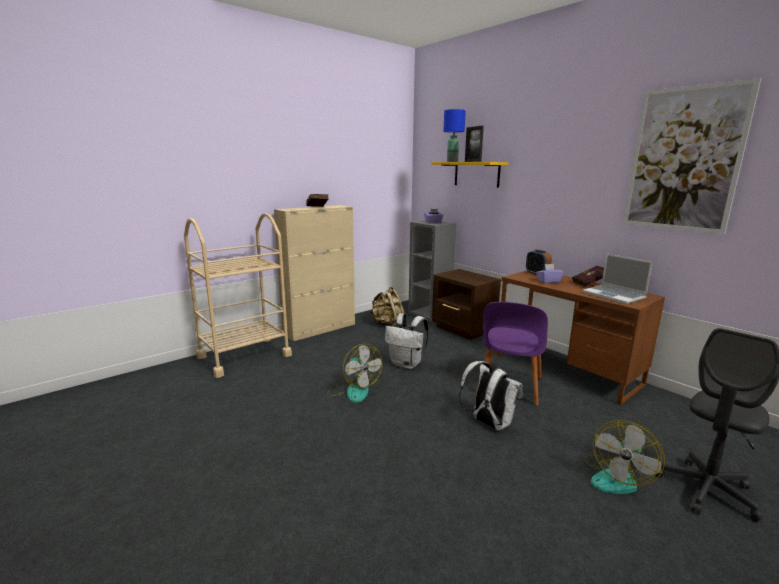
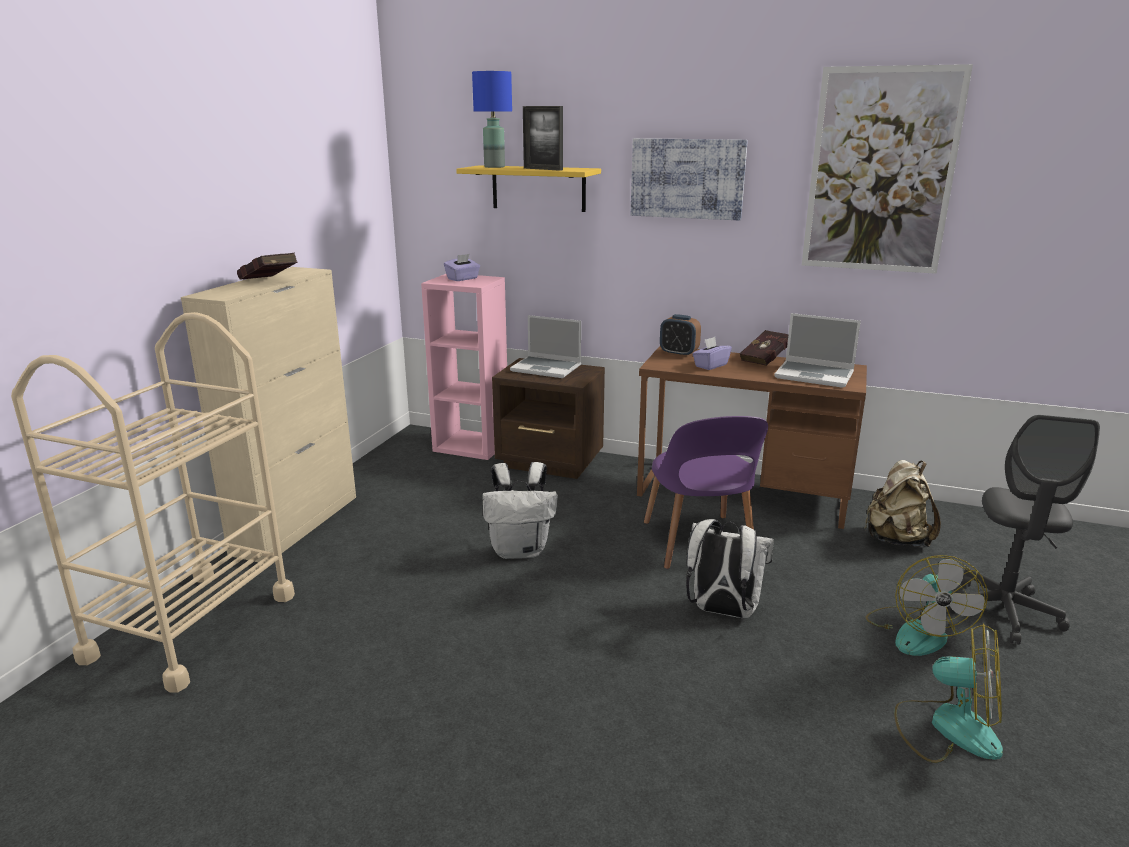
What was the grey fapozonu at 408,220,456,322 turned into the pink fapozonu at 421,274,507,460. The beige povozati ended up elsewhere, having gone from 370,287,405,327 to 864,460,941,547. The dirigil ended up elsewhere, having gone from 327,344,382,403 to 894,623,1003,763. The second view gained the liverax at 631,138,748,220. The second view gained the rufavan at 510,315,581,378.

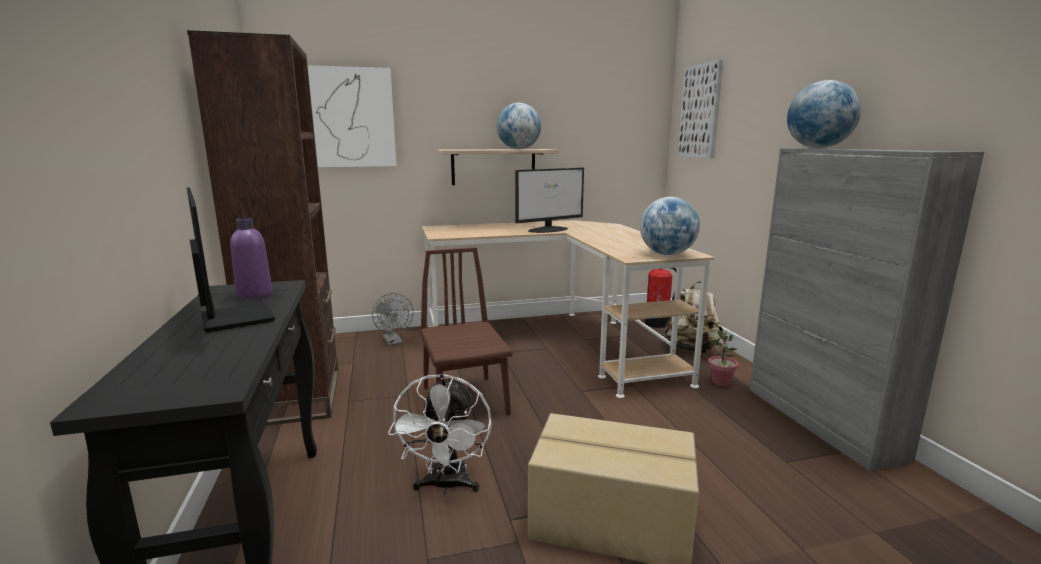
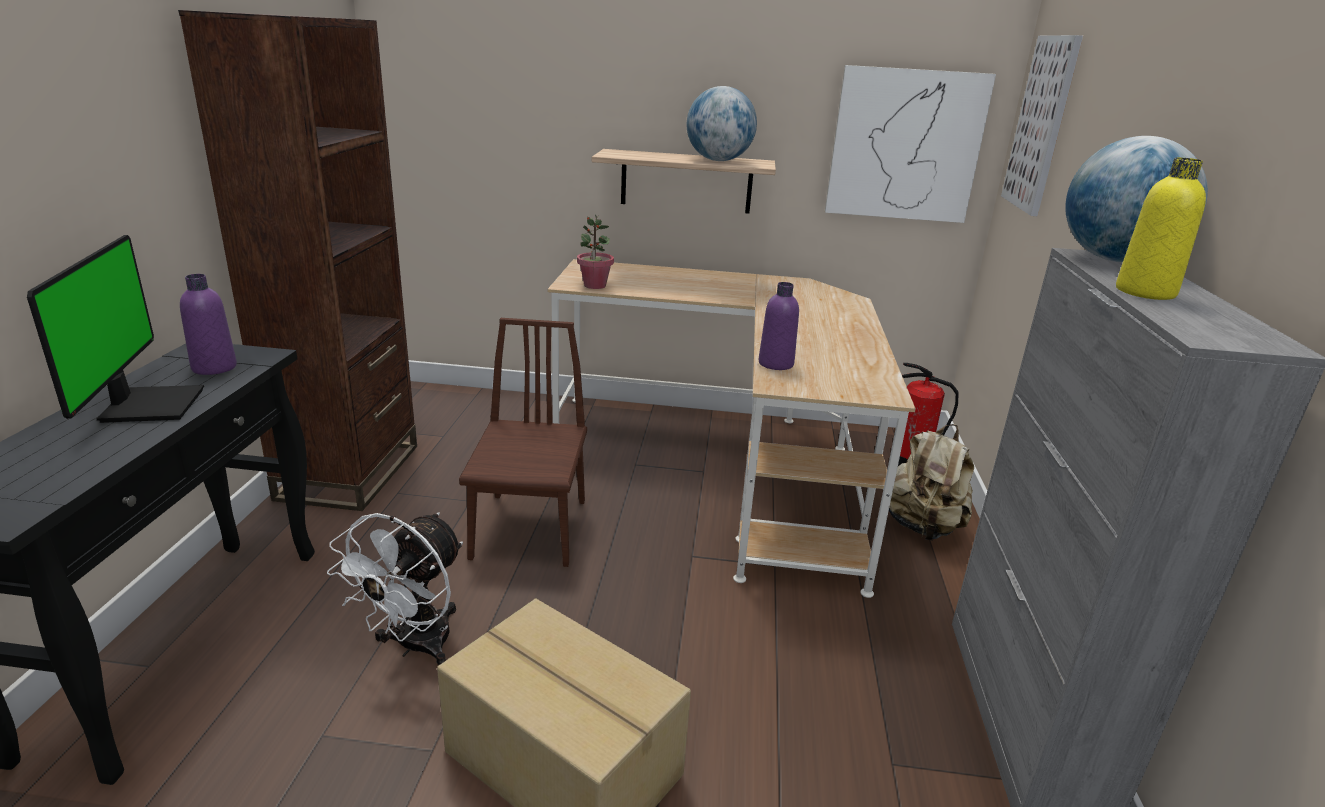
The liverax ended up elsewhere, having gone from 308,65,397,167 to 825,65,996,223. The second view lost the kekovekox at 515,168,584,233. The second view lost the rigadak at 640,197,700,255. The second view lost the grey dirigil at 372,293,413,346. The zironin ended up elsewhere, having gone from 708,330,738,386 to 577,214,614,289. The second view gained the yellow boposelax at 1116,157,1206,300. The second view gained the purple boposelax at 759,282,799,370.

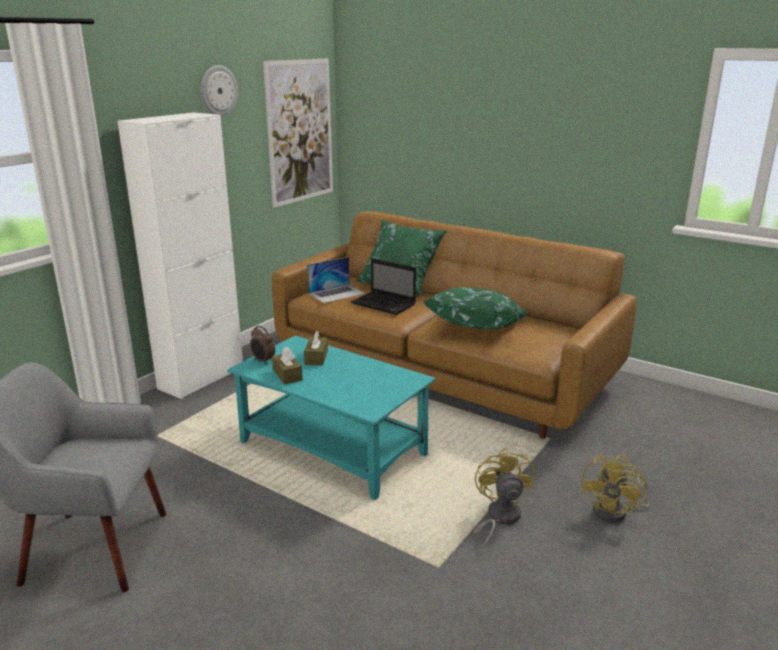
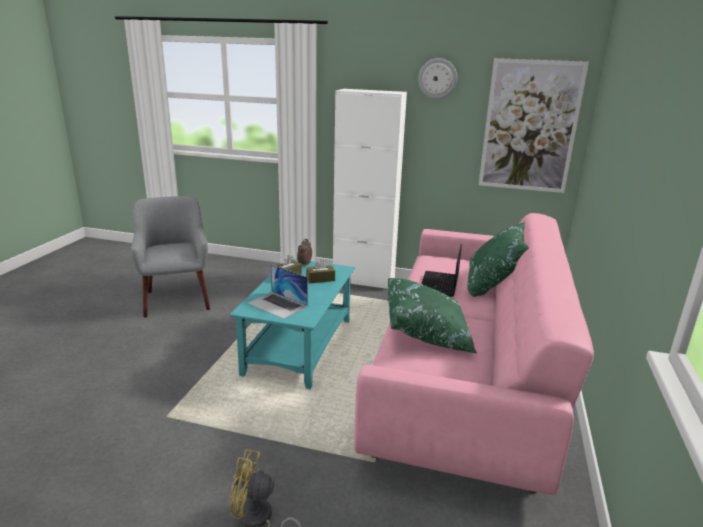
What was the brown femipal at 272,211,637,439 turned into the pink femipal at 354,213,594,495. The rufavan ended up elsewhere, having gone from 307,257,366,303 to 248,264,308,319. The second view lost the yellow dirigil at 474,448,535,550.

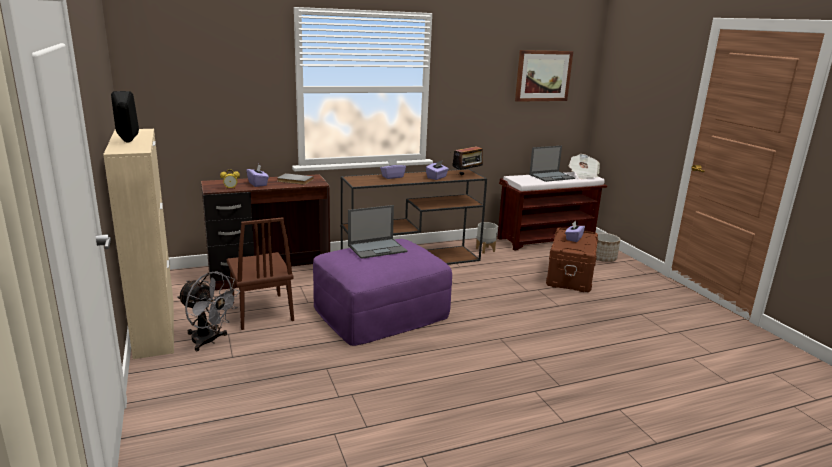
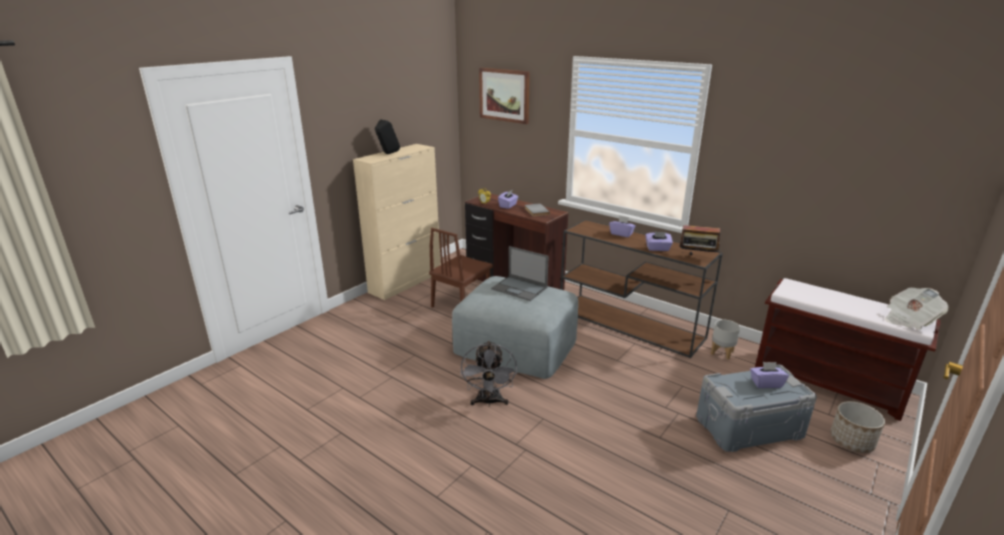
The liverax ended up elsewhere, having gone from 515,50,573,102 to 479,68,530,124. The second view lost the rufavan at 529,146,575,182. What was the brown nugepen at 546,228,598,292 turned into the grey nugepen at 696,364,817,452. What was the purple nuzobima at 313,239,452,346 turned into the grey nuzobima at 452,276,578,379. The grey dirigil ended up elsewhere, having gone from 178,271,240,351 to 461,341,517,407.

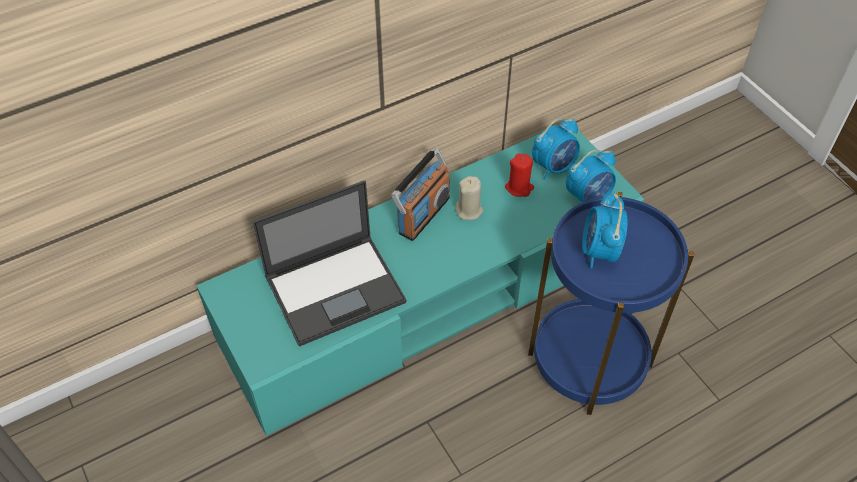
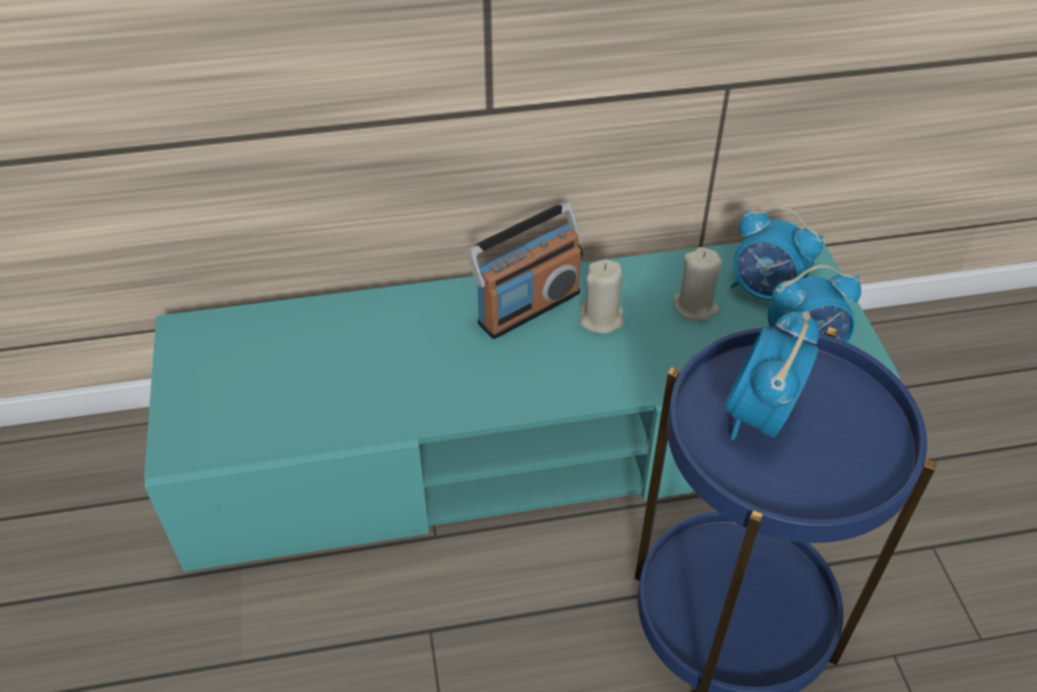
The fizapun at 532,118,580,180 ended up facing another way, 45 degrees clockwise from before. What was the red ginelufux at 505,154,534,197 turned into the beige ginelufux at 673,247,722,322. The second view lost the rufavan at 253,180,407,347.

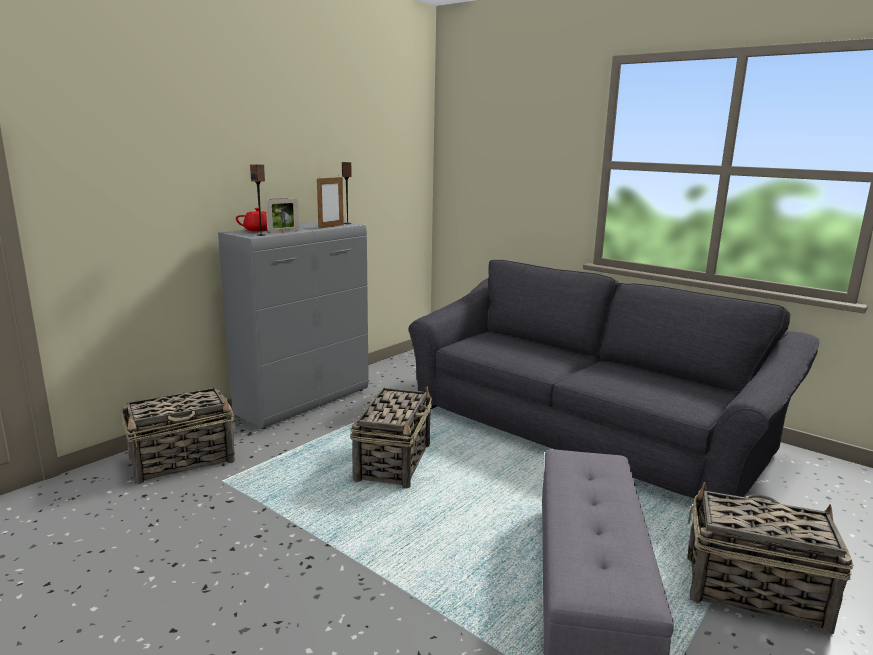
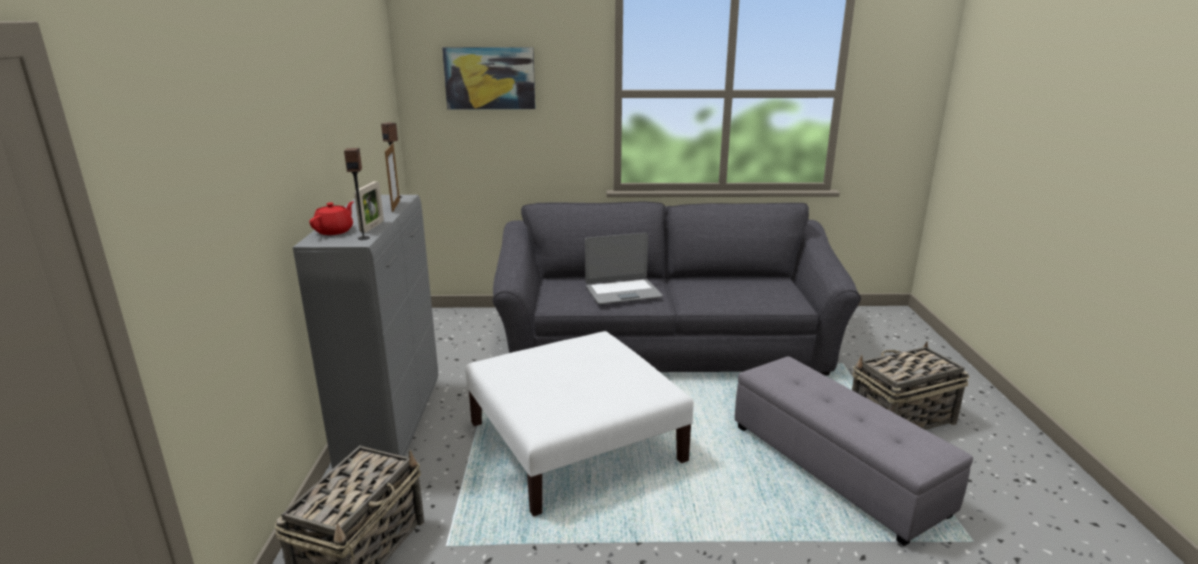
Where the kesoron stood at 350,386,432,488, the white nuzobima came to stand at 465,331,694,517. The second view gained the liverax at 442,47,535,109. The second view gained the rufavan at 585,233,663,304.

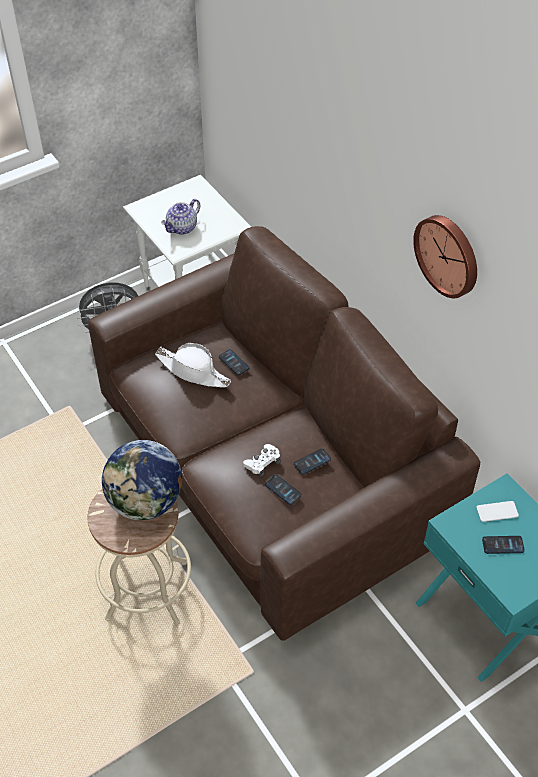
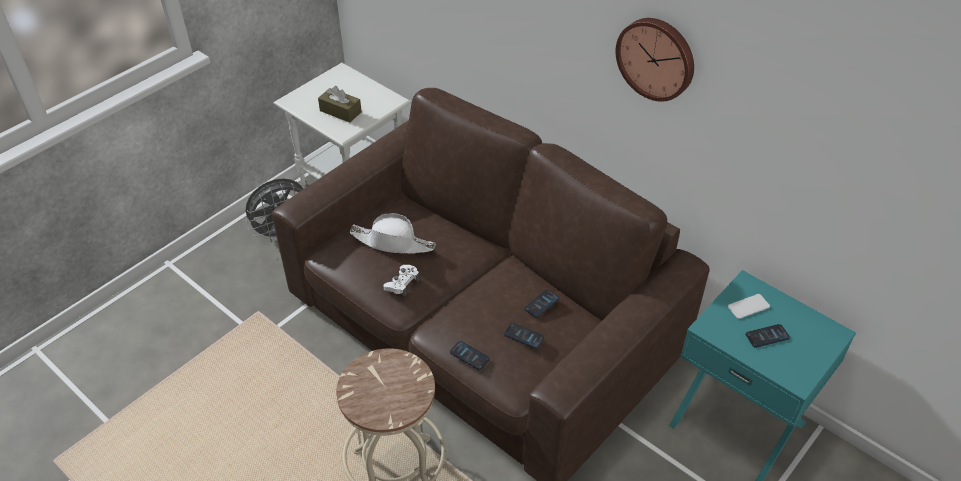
Where the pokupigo stood at 161,199,200,235, the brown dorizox came to stand at 318,86,362,123. The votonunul ended up elsewhere, having gone from 219,349,250,375 to 450,341,490,370. The second view lost the rigadak at 102,440,182,520. The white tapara ended up elsewhere, having gone from 243,444,280,477 to 383,265,420,297.

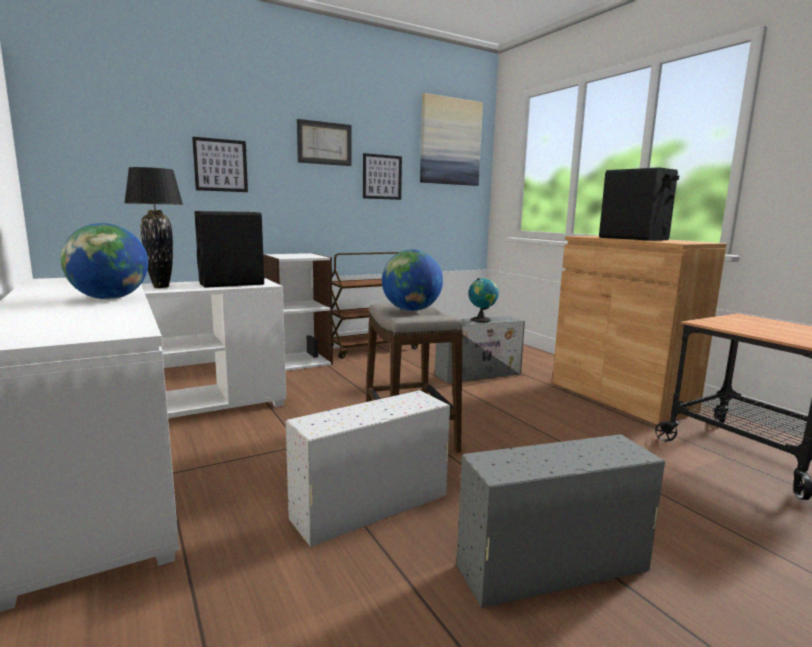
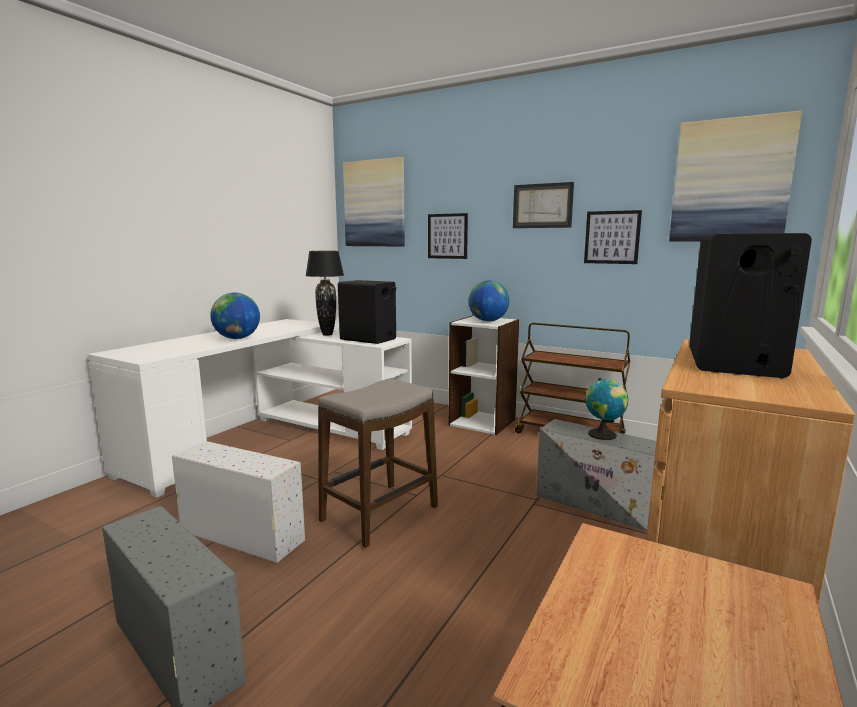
The rigadak ended up elsewhere, having gone from 382,249,443,311 to 469,280,509,322. The second view gained the liverax at 343,157,405,246.

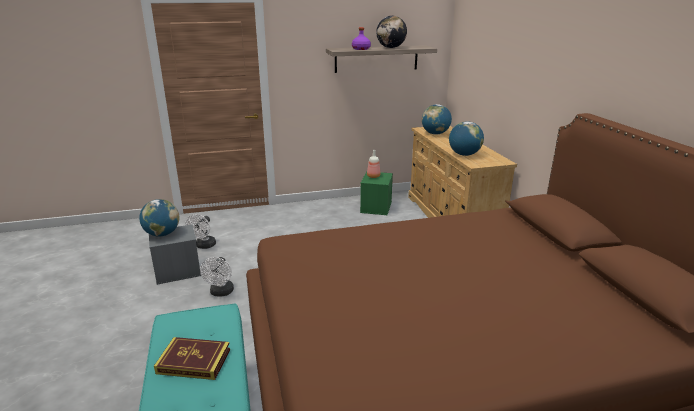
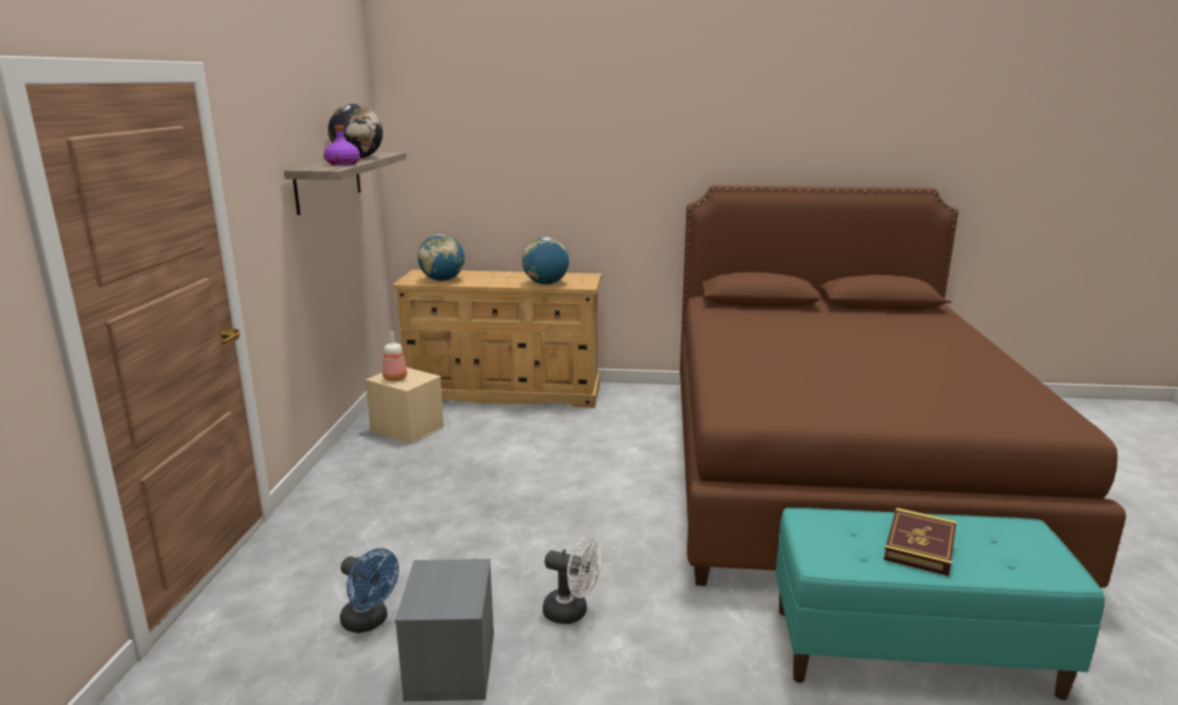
What was the green nugepen at 360,171,393,215 turned into the beige nugepen at 365,367,444,444. The second view lost the rigadak at 139,199,180,237. What was the white dirigil at 185,214,216,249 turned into the blue dirigil at 340,548,399,633.

